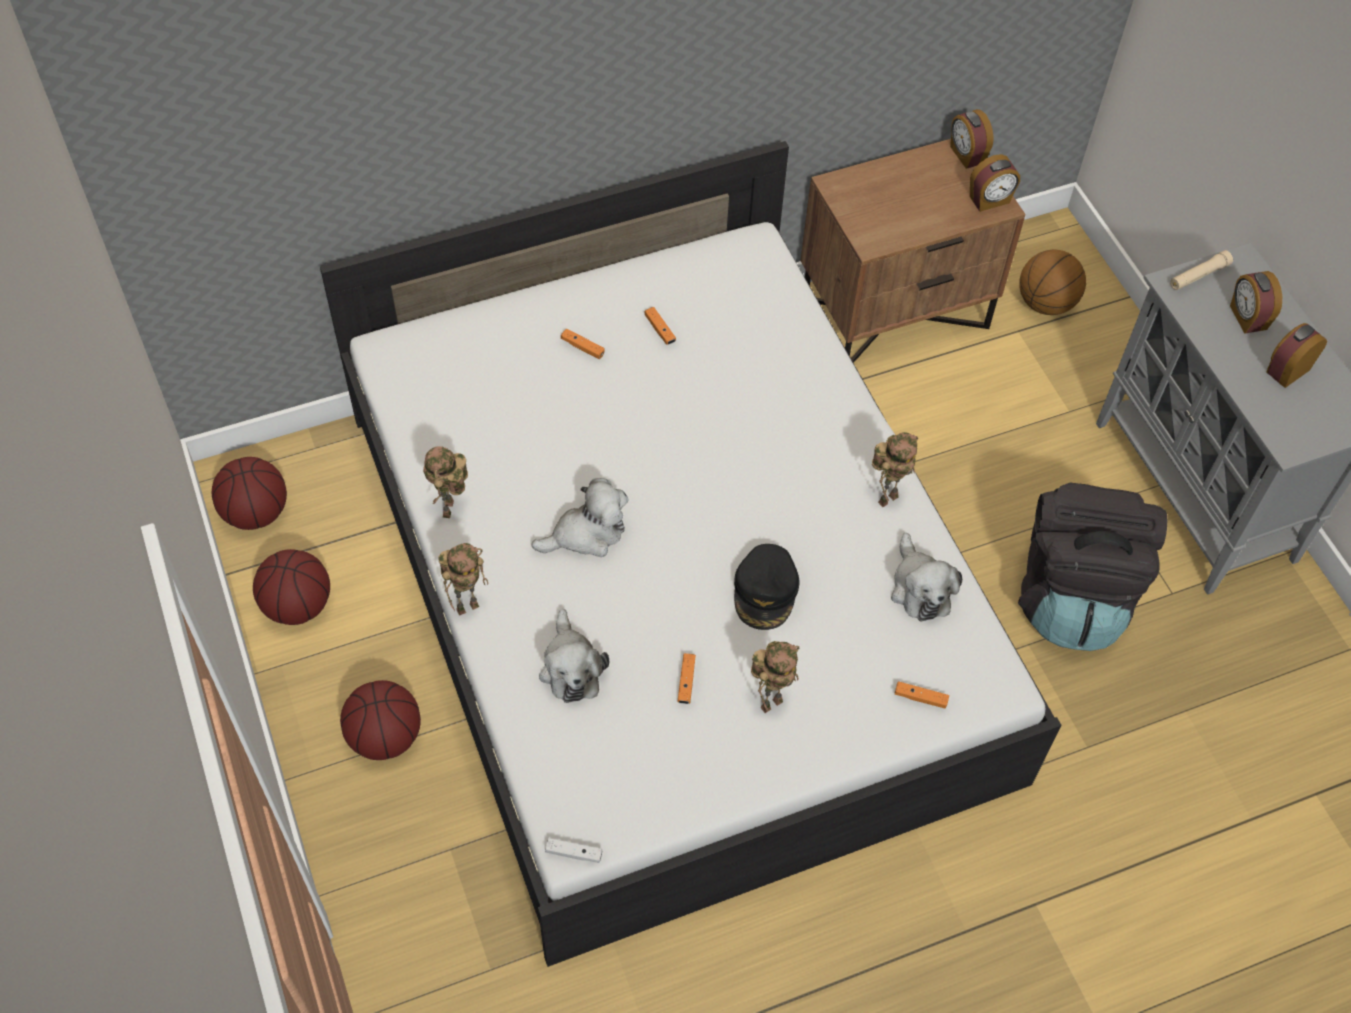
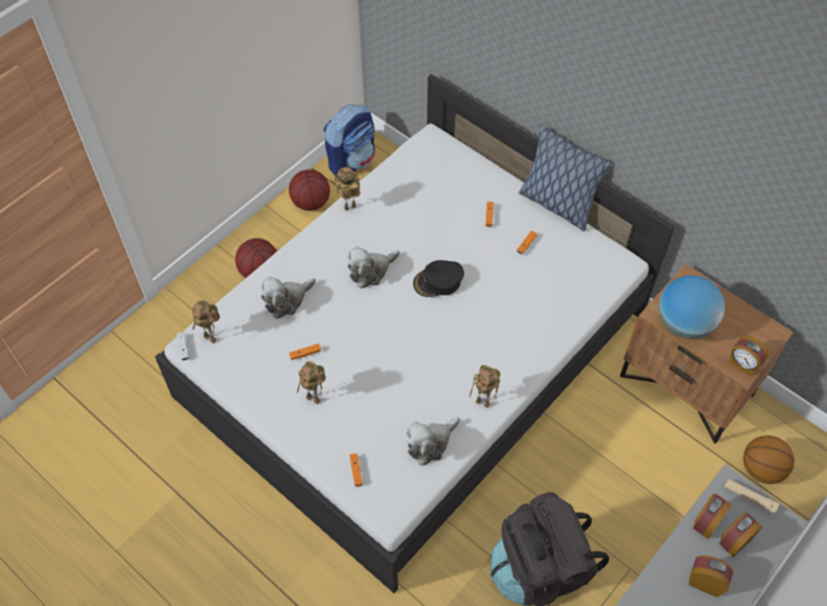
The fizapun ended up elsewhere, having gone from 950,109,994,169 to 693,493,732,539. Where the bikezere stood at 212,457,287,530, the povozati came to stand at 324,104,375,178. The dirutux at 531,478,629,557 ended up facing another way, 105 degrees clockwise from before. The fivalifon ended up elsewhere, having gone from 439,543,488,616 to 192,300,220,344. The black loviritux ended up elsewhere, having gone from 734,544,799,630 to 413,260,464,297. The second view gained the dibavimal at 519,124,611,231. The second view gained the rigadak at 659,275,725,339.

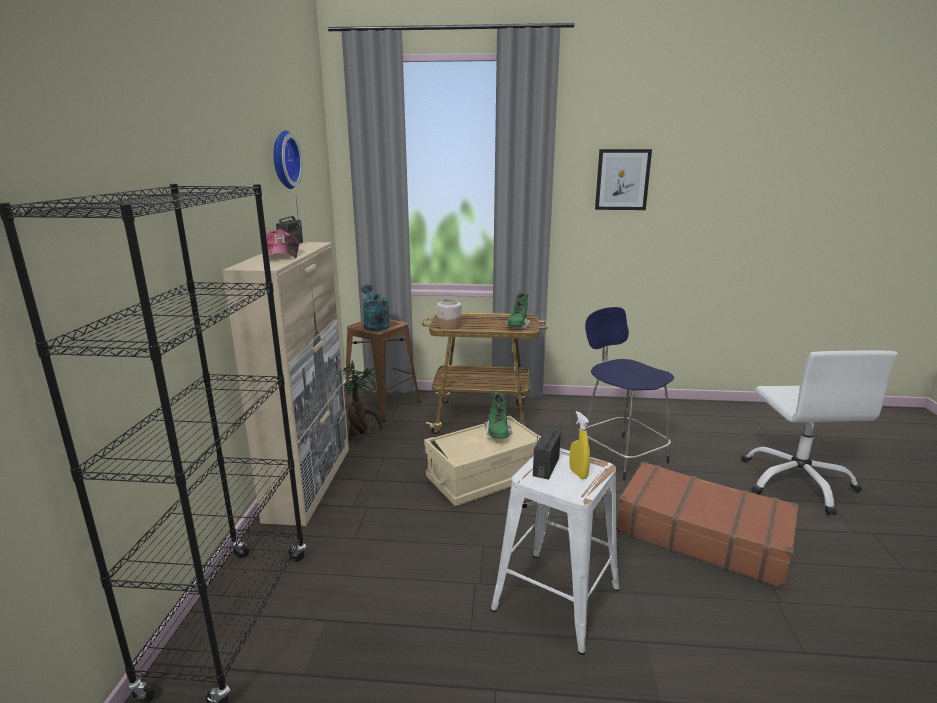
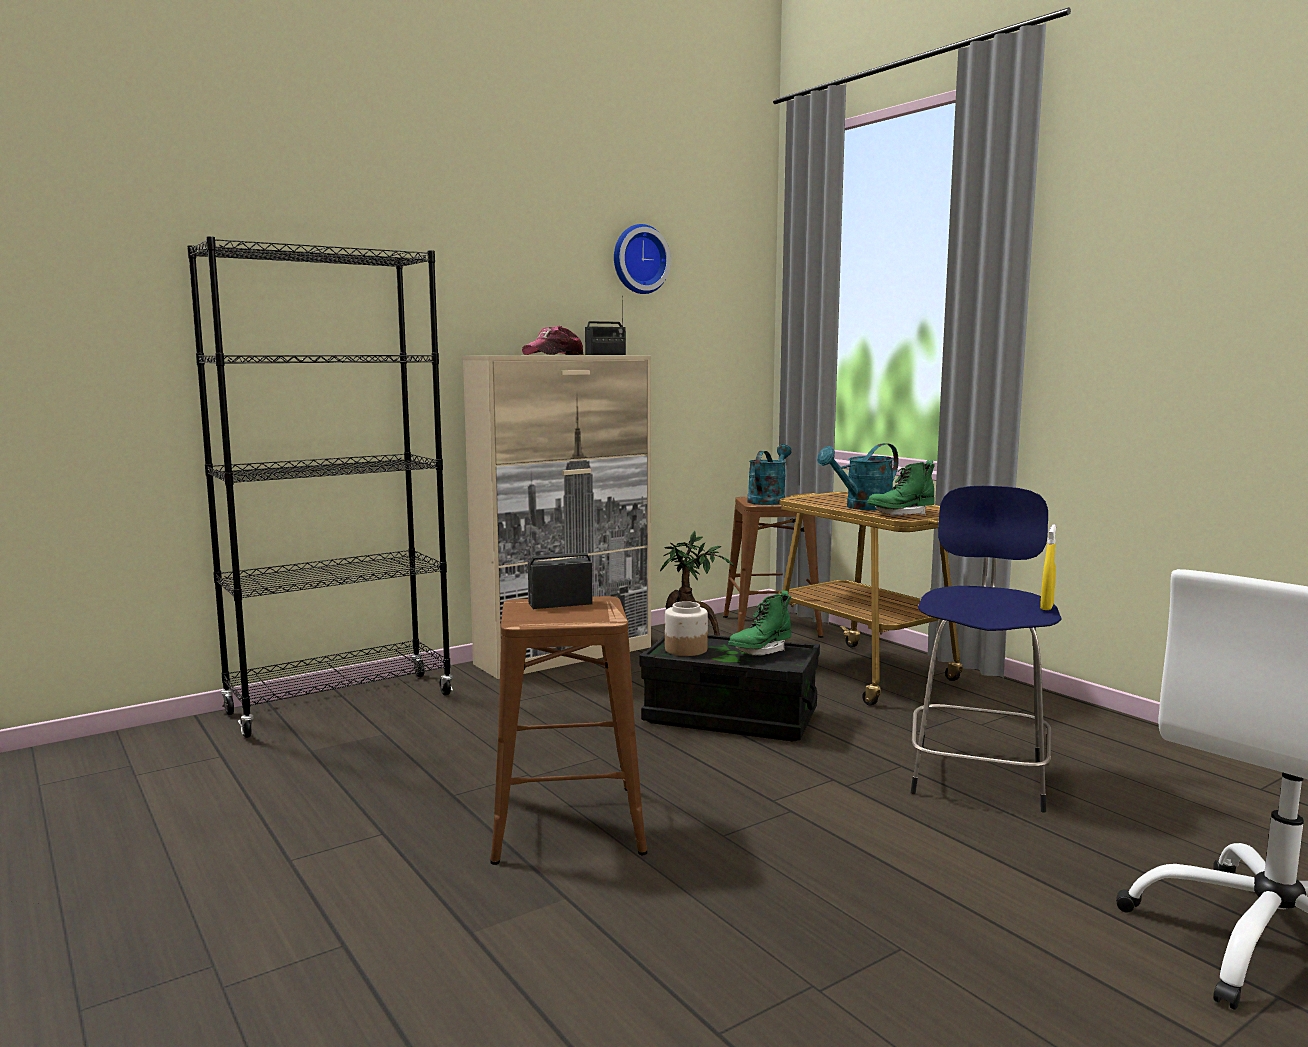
The second view lost the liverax at 595,149,652,210. The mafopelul ended up elsewhere, having gone from 437,298,461,329 to 665,601,708,656. The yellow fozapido ended up elsewhere, having gone from 569,411,590,479 to 1040,524,1056,610. What was the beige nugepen at 424,415,541,506 turned into the black nugepen at 639,635,820,741. What was the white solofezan at 491,448,619,655 turned into the brown solofezan at 490,596,647,865. The second view lost the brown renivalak at 616,461,799,589. The second view gained the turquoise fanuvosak at 817,443,898,510.

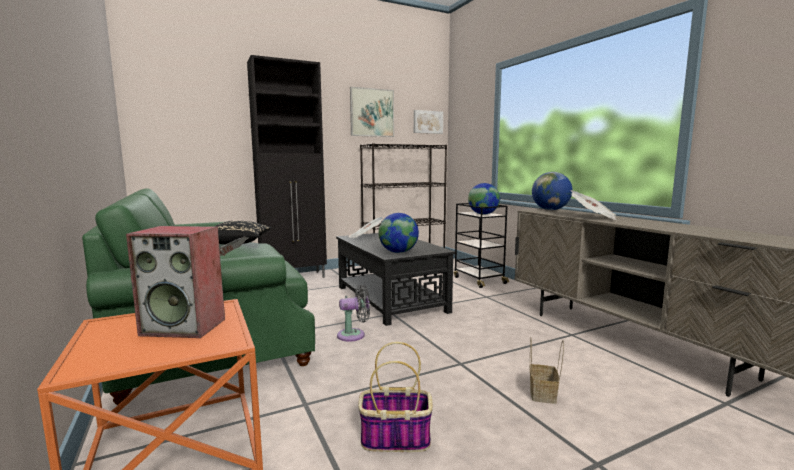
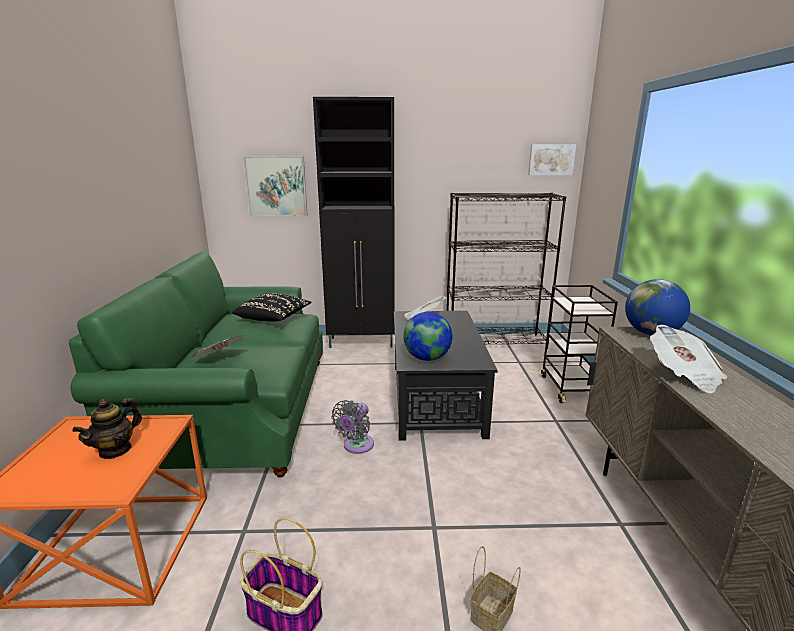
The liverax ended up elsewhere, having gone from 350,87,394,137 to 243,156,308,216. The second view lost the rigadak at 468,183,500,215. Where the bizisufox stood at 126,226,225,338, the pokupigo came to stand at 72,398,142,459. The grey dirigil at 337,285,370,342 ended up facing another way, 105 degrees clockwise from before.

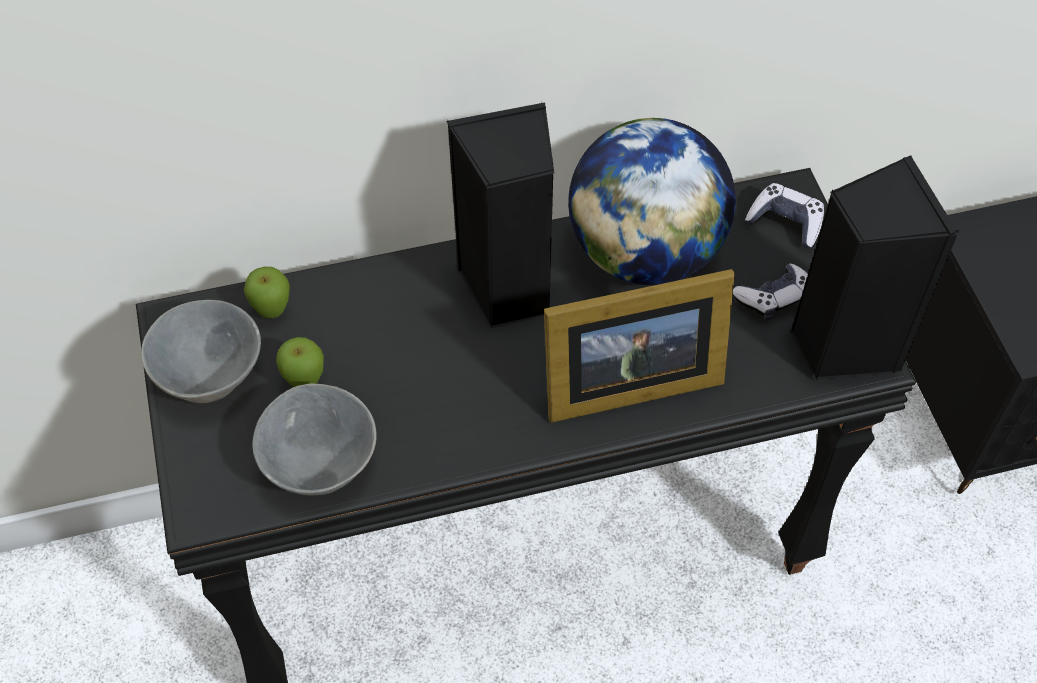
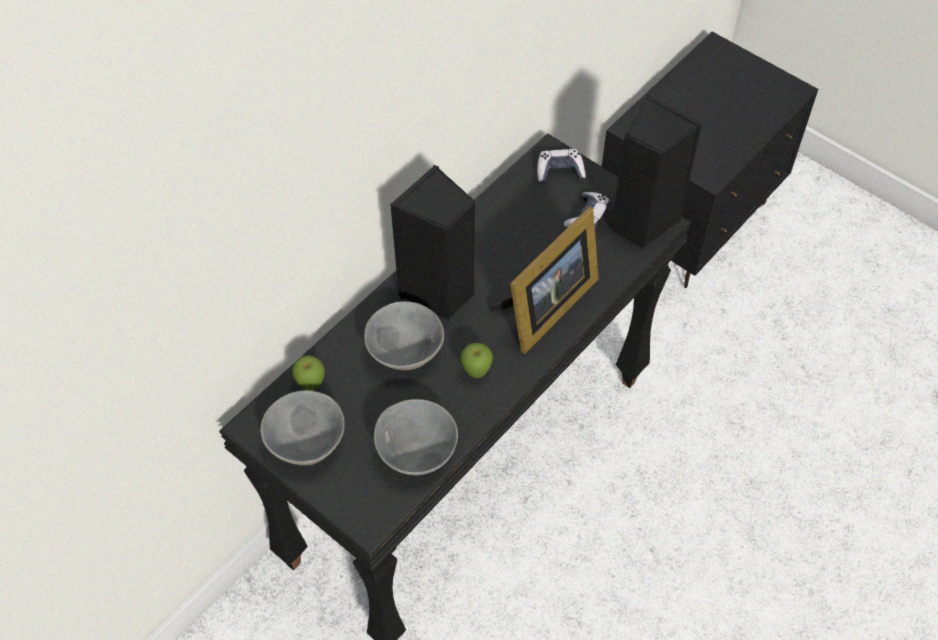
The second view lost the rigadak at 568,118,736,285. The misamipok ended up elsewhere, having gone from 276,337,324,387 to 460,343,493,378. The second view gained the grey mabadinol at 364,301,444,370.

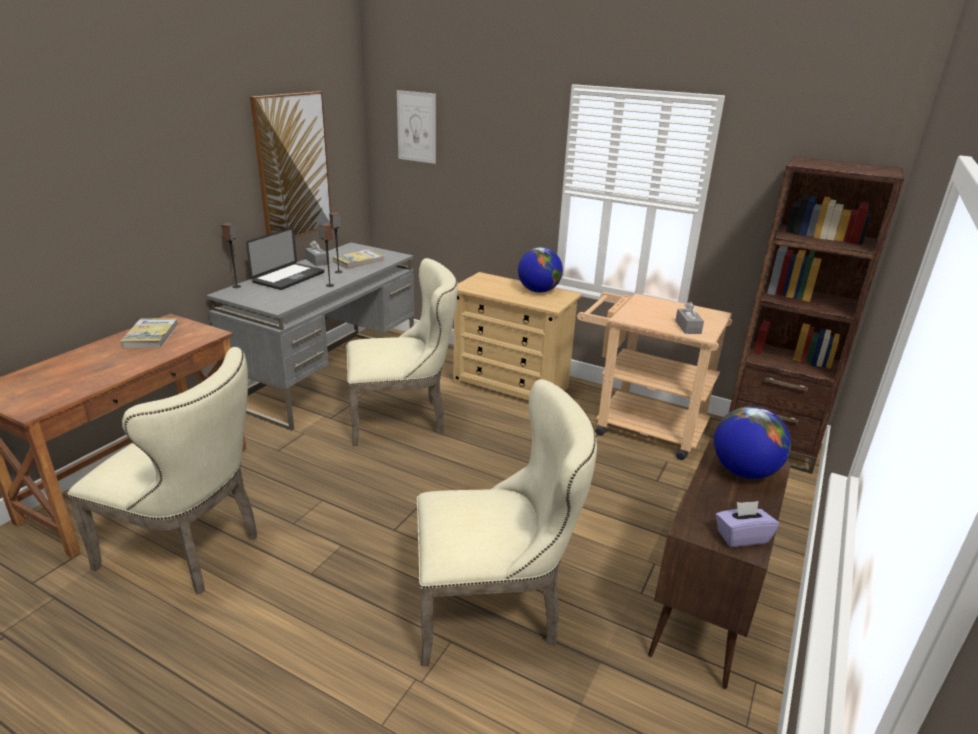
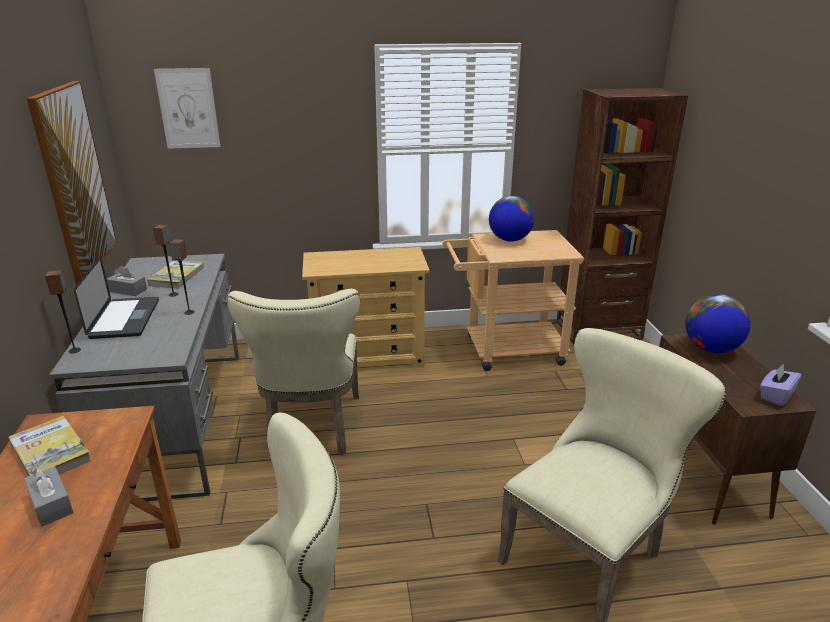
The rigadak ended up elsewhere, having gone from 518,247,563,293 to 489,196,535,241. The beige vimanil at 346,258,458,446 ended up facing another way, 135 degrees clockwise from before. The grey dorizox ended up elsewhere, having gone from 675,302,704,334 to 24,466,74,526.

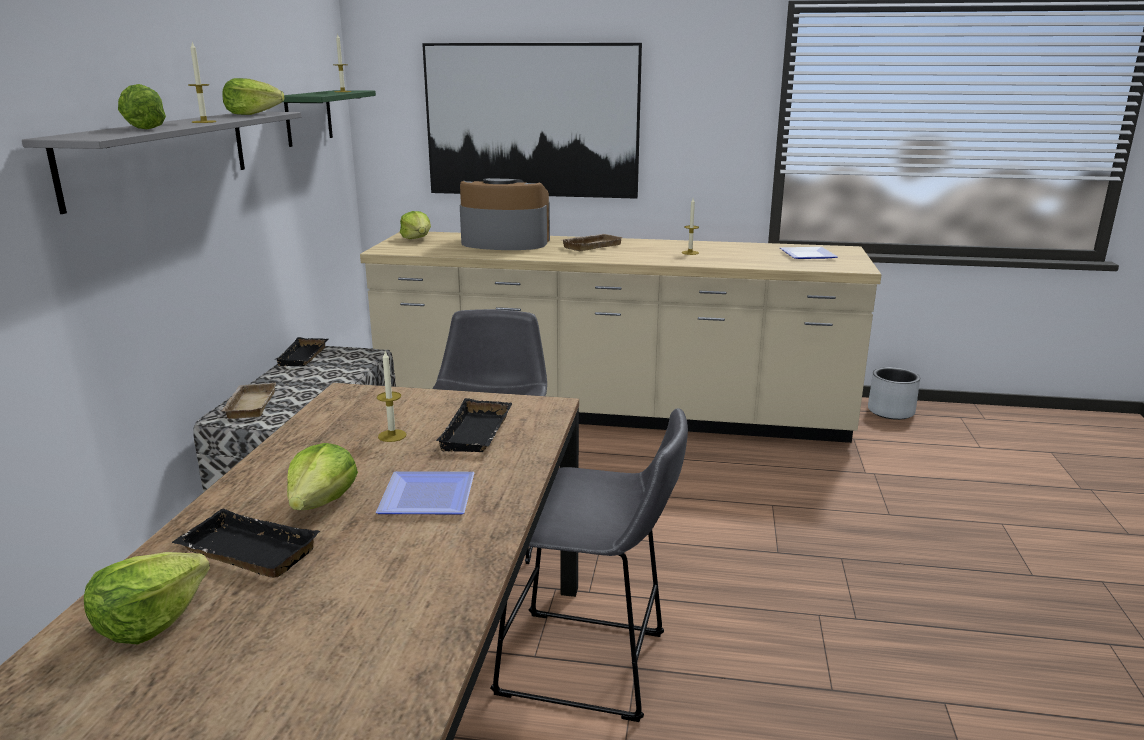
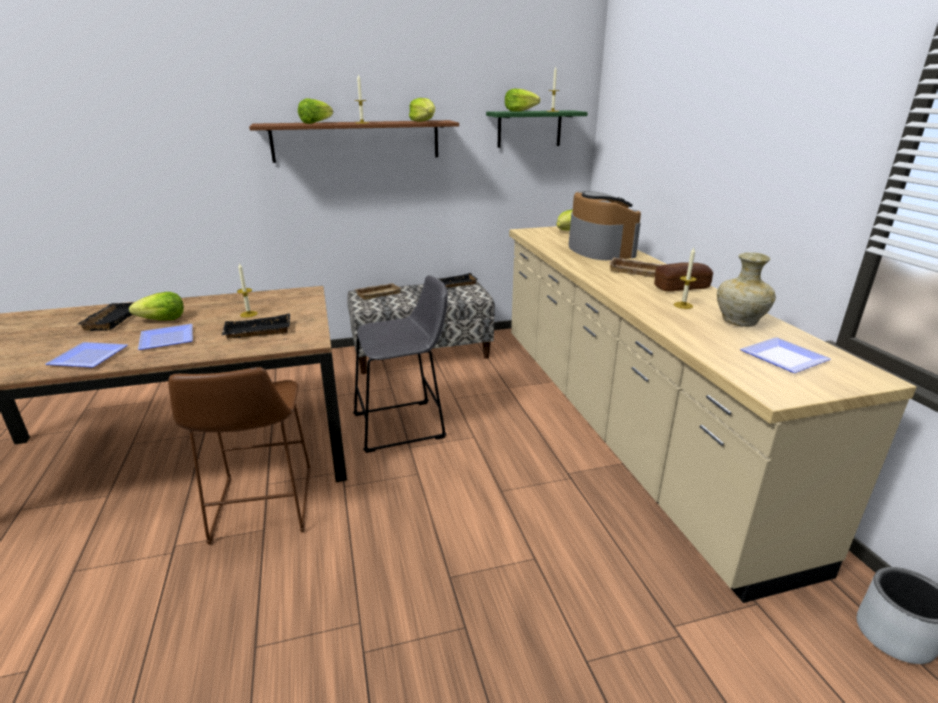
The second view lost the liverax at 422,43,642,199. What was the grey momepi at 22,112,301,214 turned into the brown momepi at 249,120,459,163. What was the grey solofezan at 490,408,688,722 turned into the brown solofezan at 168,367,311,545. The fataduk ended up elsewhere, having gone from 84,552,210,644 to 505,89,540,112. The second view gained the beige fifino at 717,252,776,327. The second view gained the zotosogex at 654,262,713,291. The second view gained the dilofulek at 45,342,128,368.

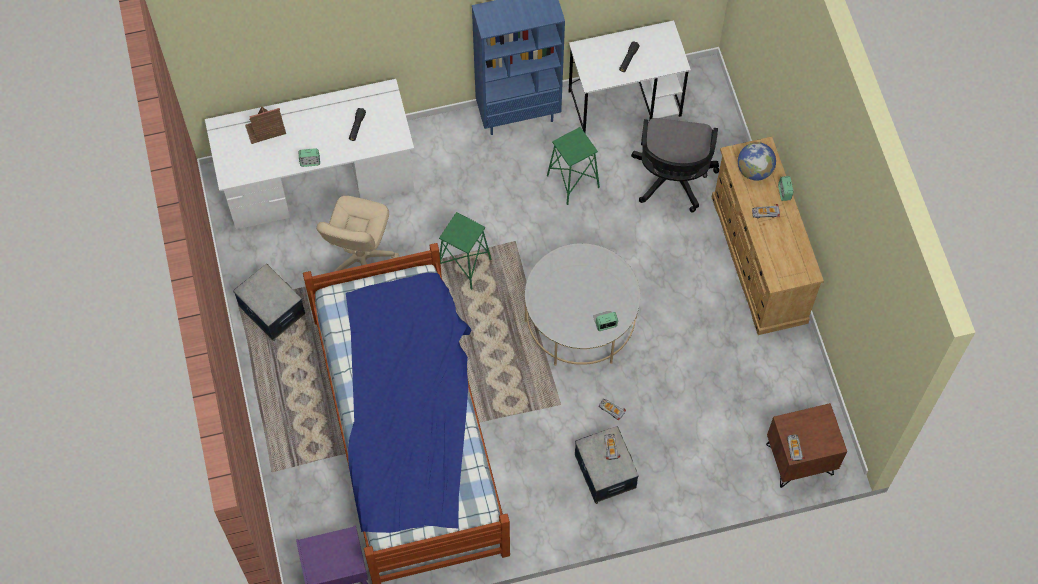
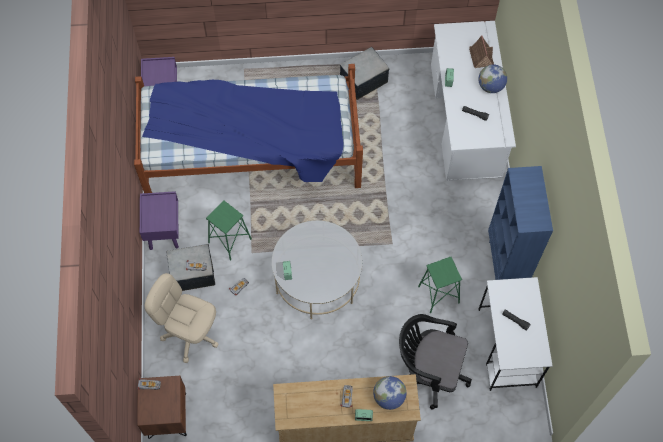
The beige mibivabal ended up elsewhere, having gone from 316,196,399,272 to 145,273,219,363. The green solofezan ended up elsewhere, having gone from 439,212,491,290 to 206,200,252,261. The second view gained the rigadak at 478,64,507,93. The second view gained the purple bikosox at 140,191,179,250.

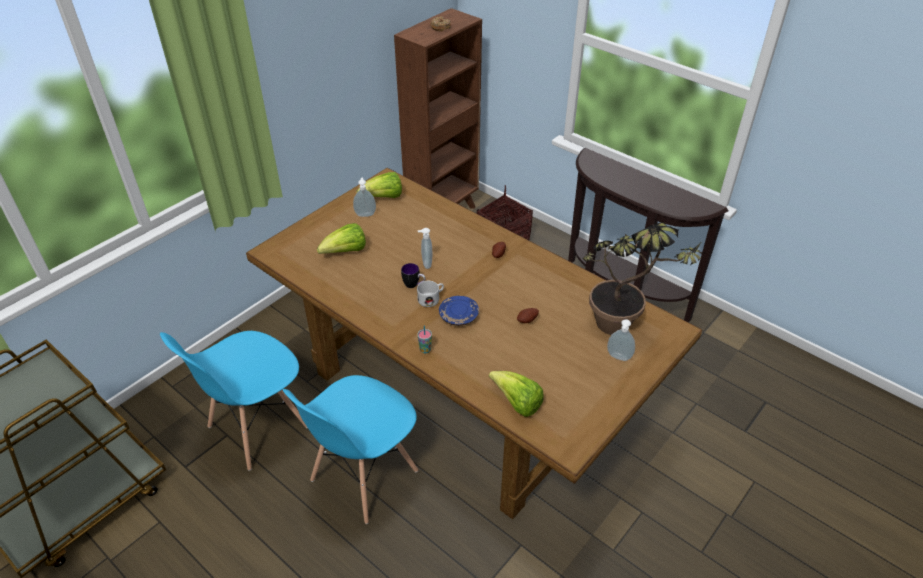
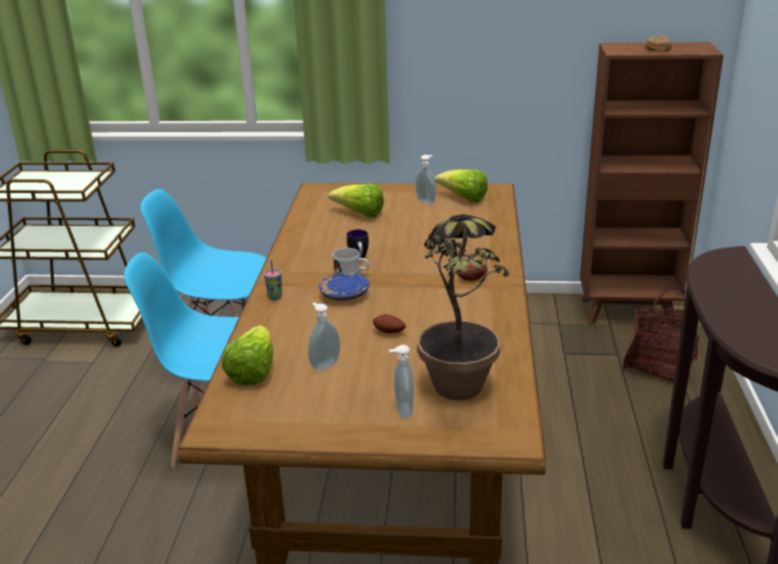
The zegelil ended up elsewhere, having gone from 418,228,433,269 to 308,303,340,371.

